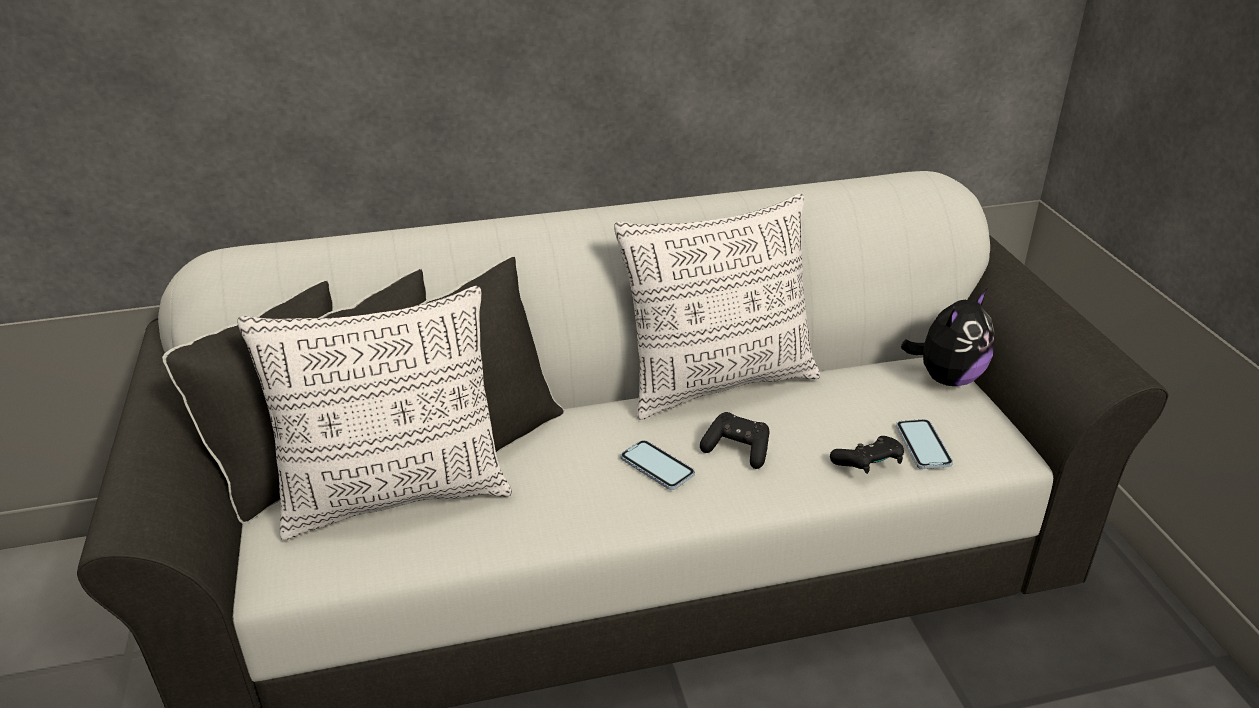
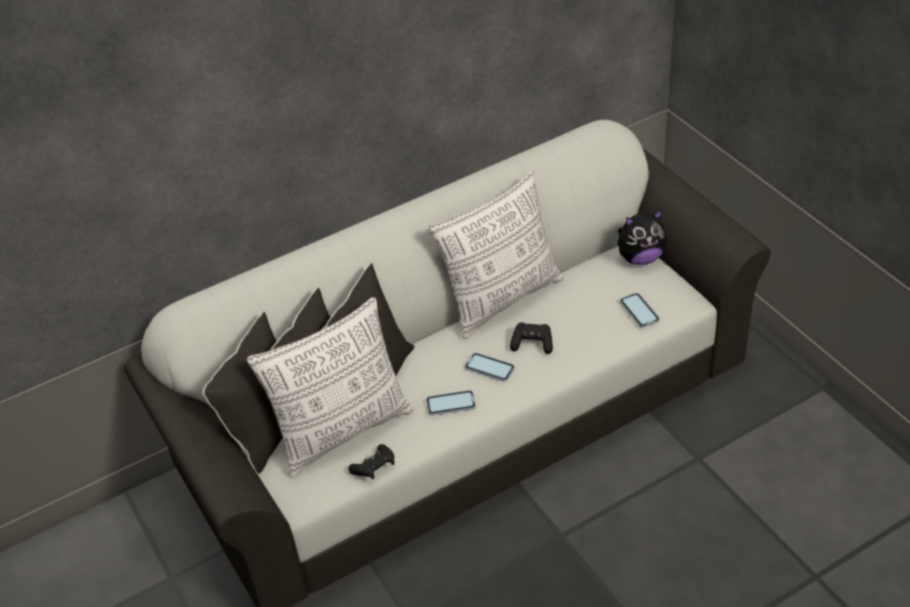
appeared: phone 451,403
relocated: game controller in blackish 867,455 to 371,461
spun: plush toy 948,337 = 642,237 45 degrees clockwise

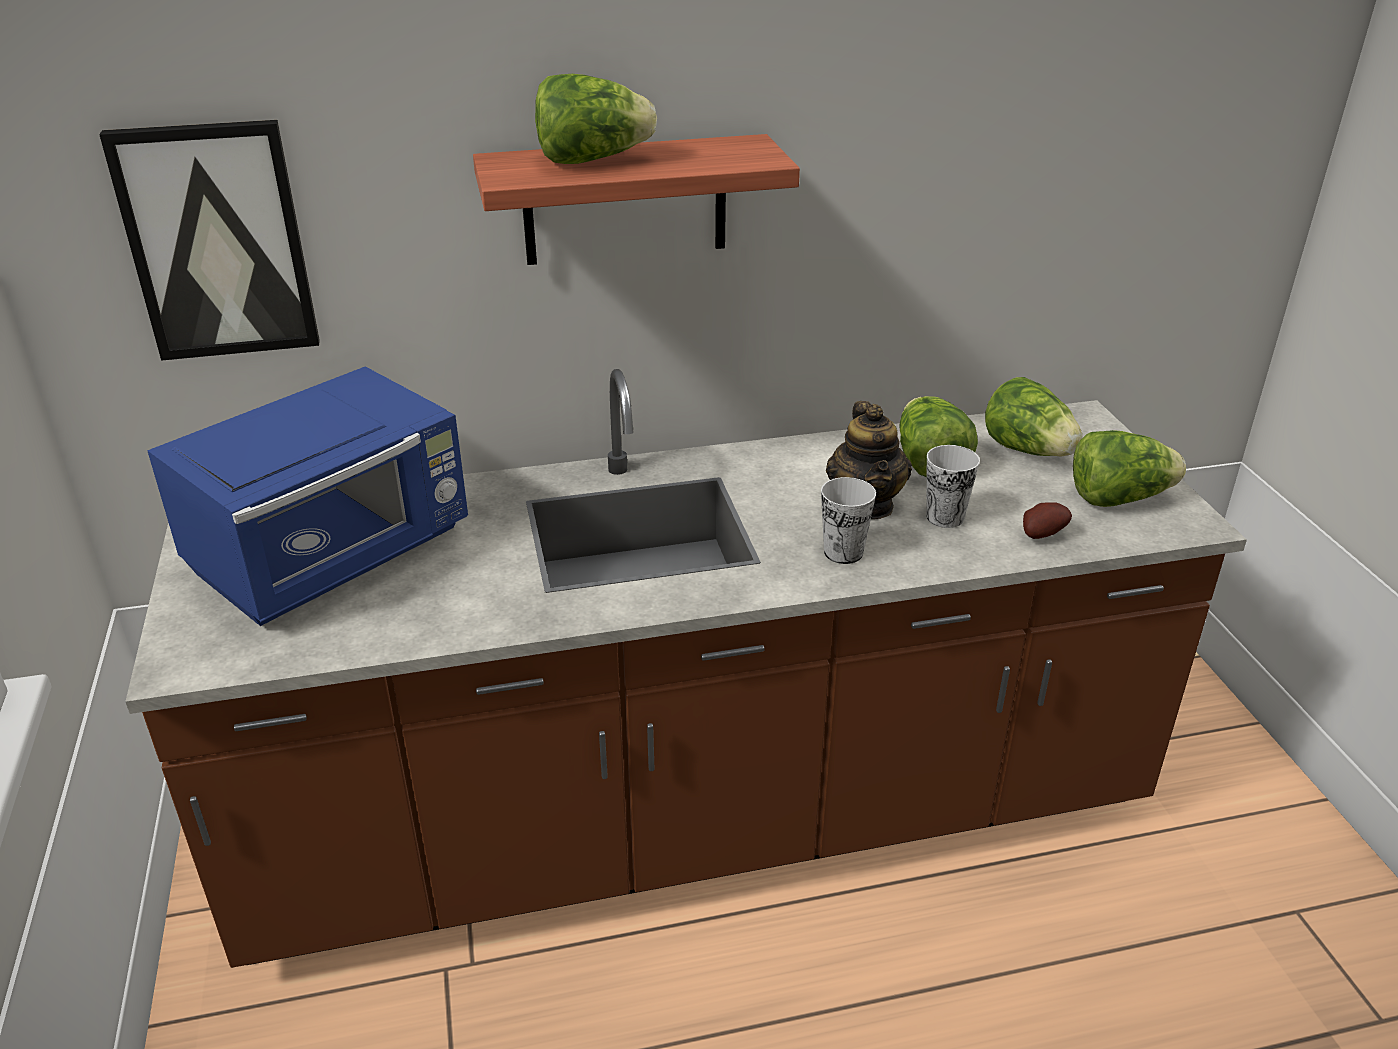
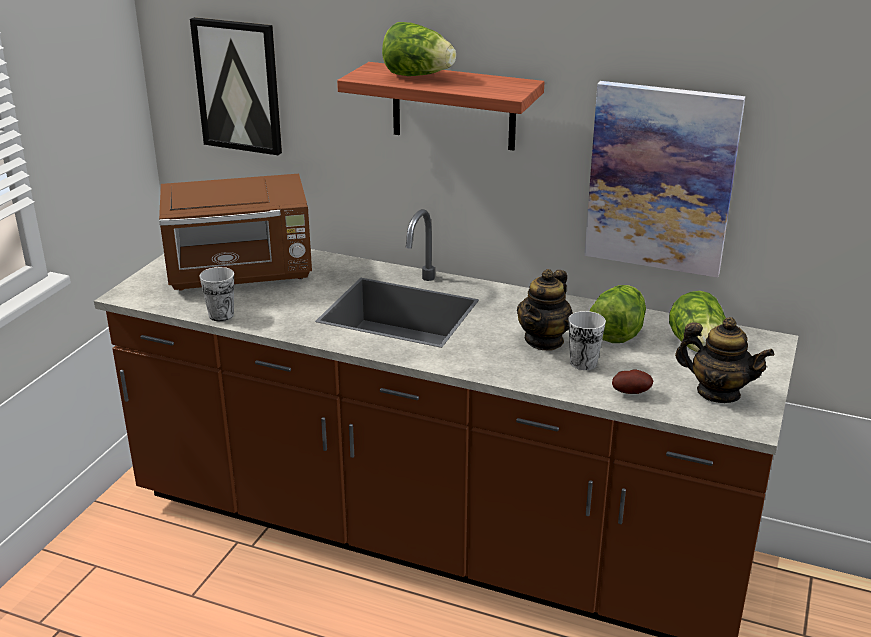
appeared: wall art 664,179
relocated: drinking cup 848,520 to 216,294
exchanged: lettuce head 1129,468 to tea pot 724,360
colour: microwave oven in blue 307,496 to microwave oven in brown 235,232

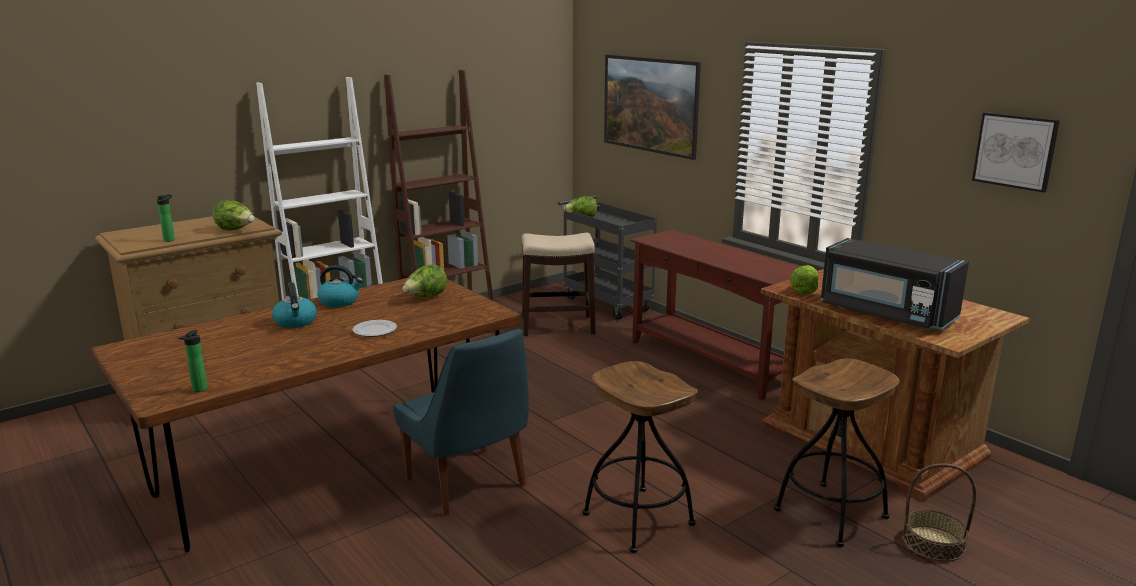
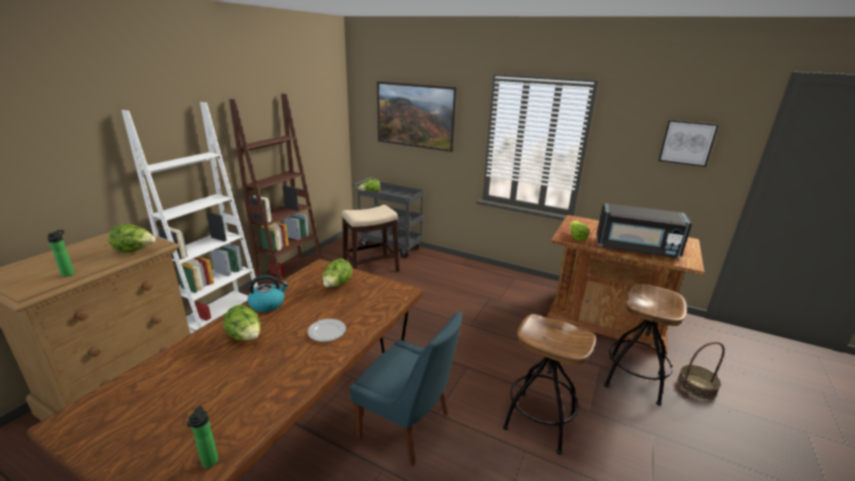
missing: narrow table in brown 715,315
exchanged: kettle 294,305 to lettuce head 242,322

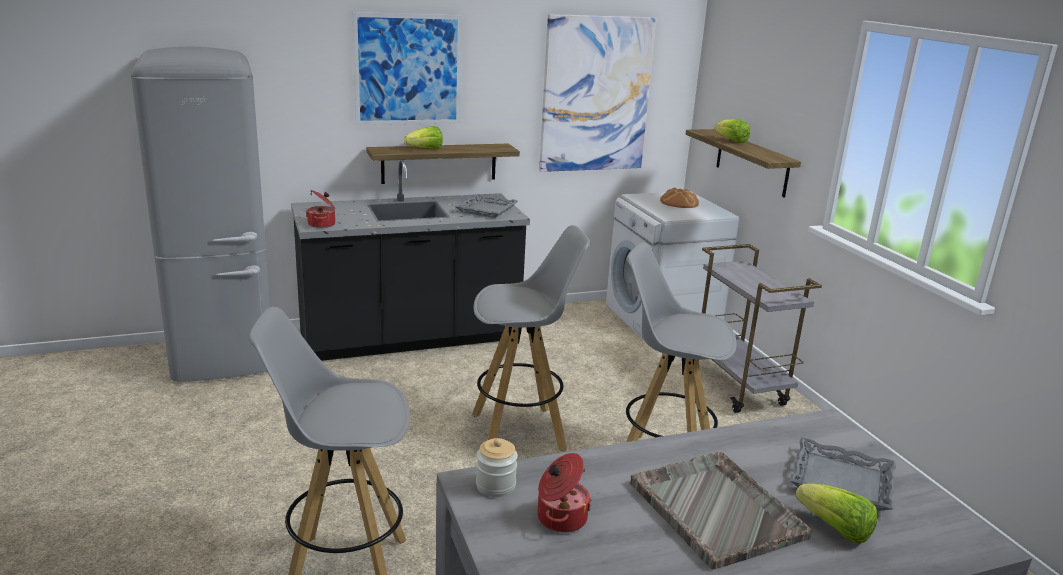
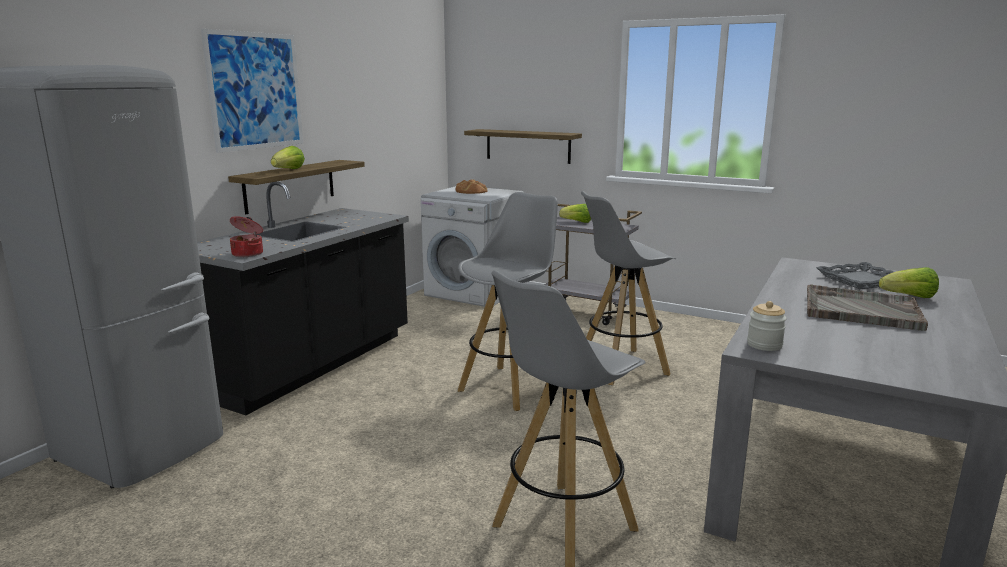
missing: carrying tray in grey 486,206; stockpot 564,493; wall art 598,93
relocated: lettuce head 732,131 to 575,213

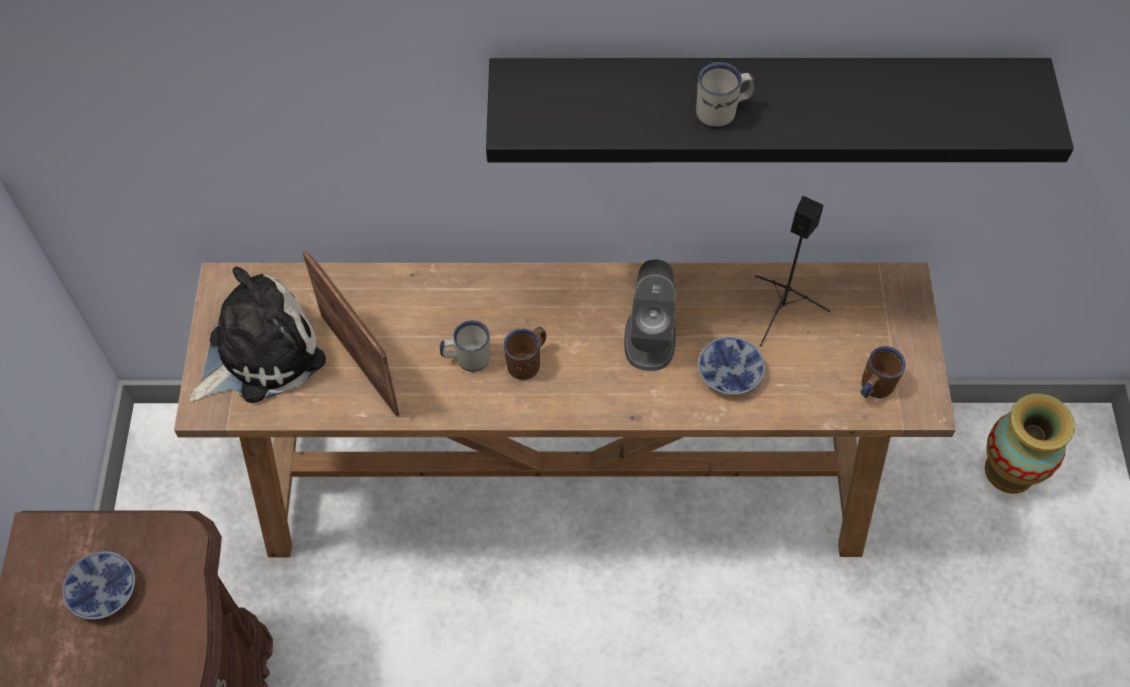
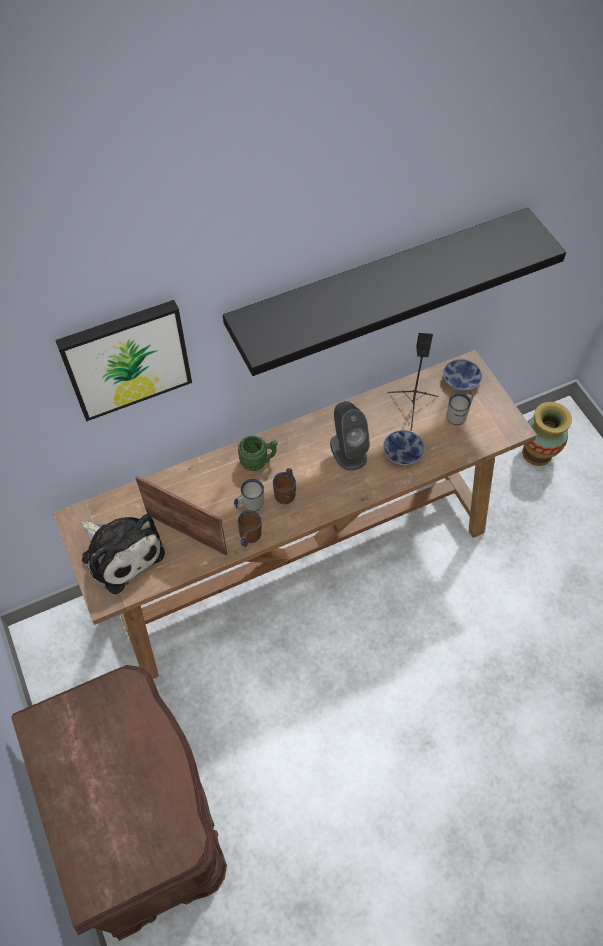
appeared: wall art 123,360; mug in greenish 258,453
relocated: serving bowl 99,585 to 462,375; mug in white-coloured 726,95 to 459,409; mug in brown 883,372 to 249,528
spun: plush toy 258,334 = 123,554 105 degrees clockwise

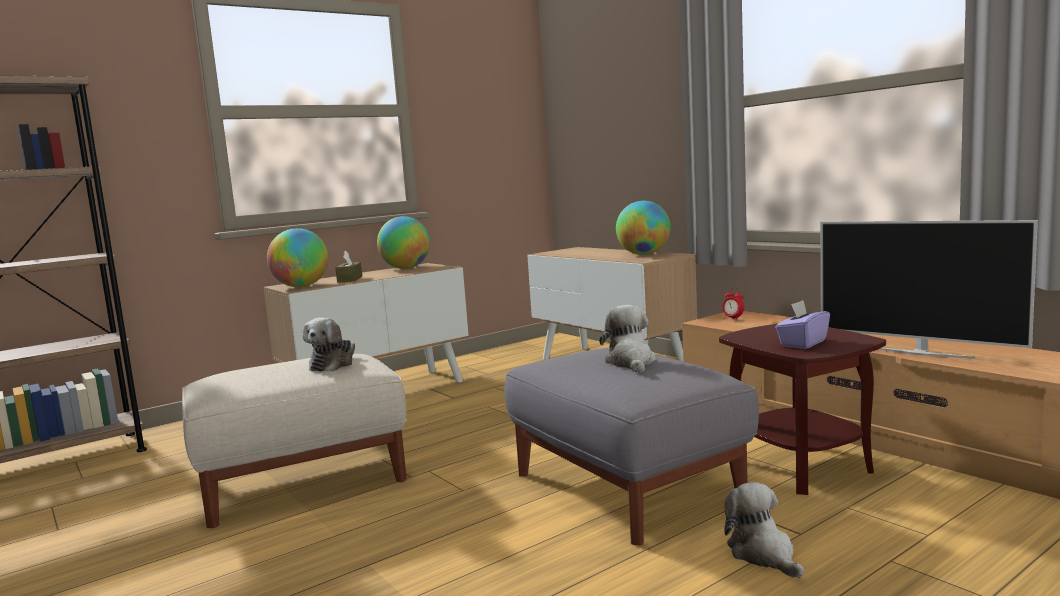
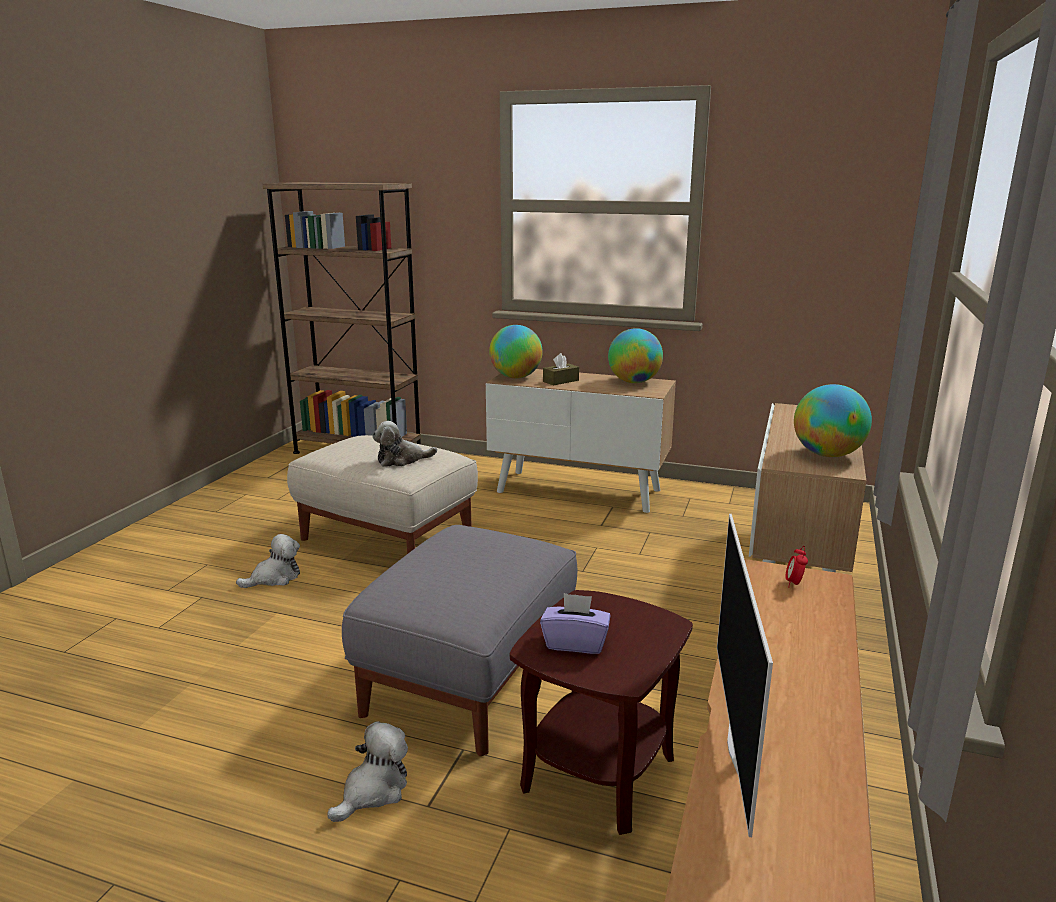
relocated: plush toy 627,339 to 268,561

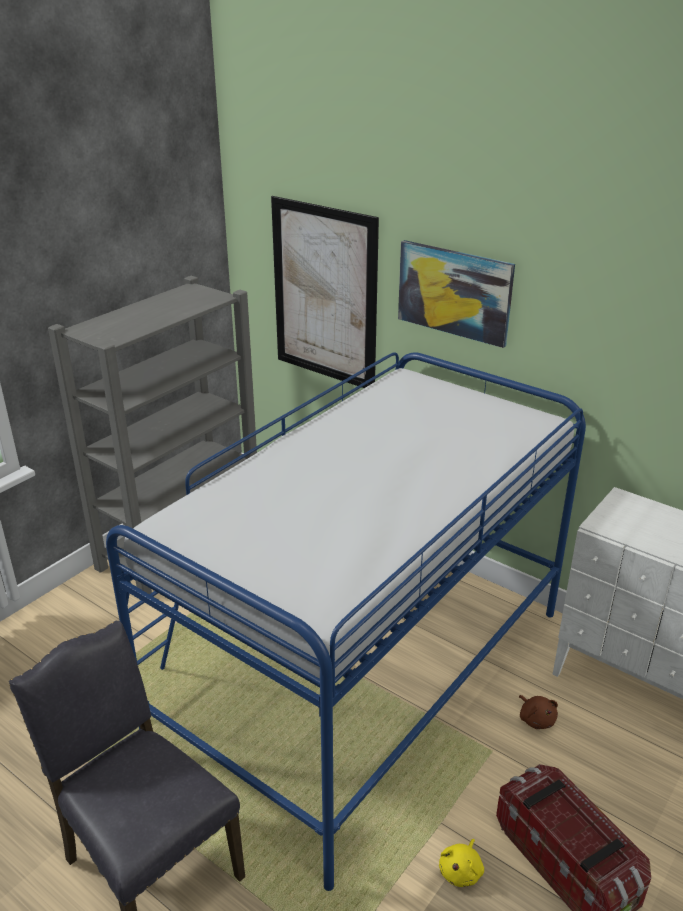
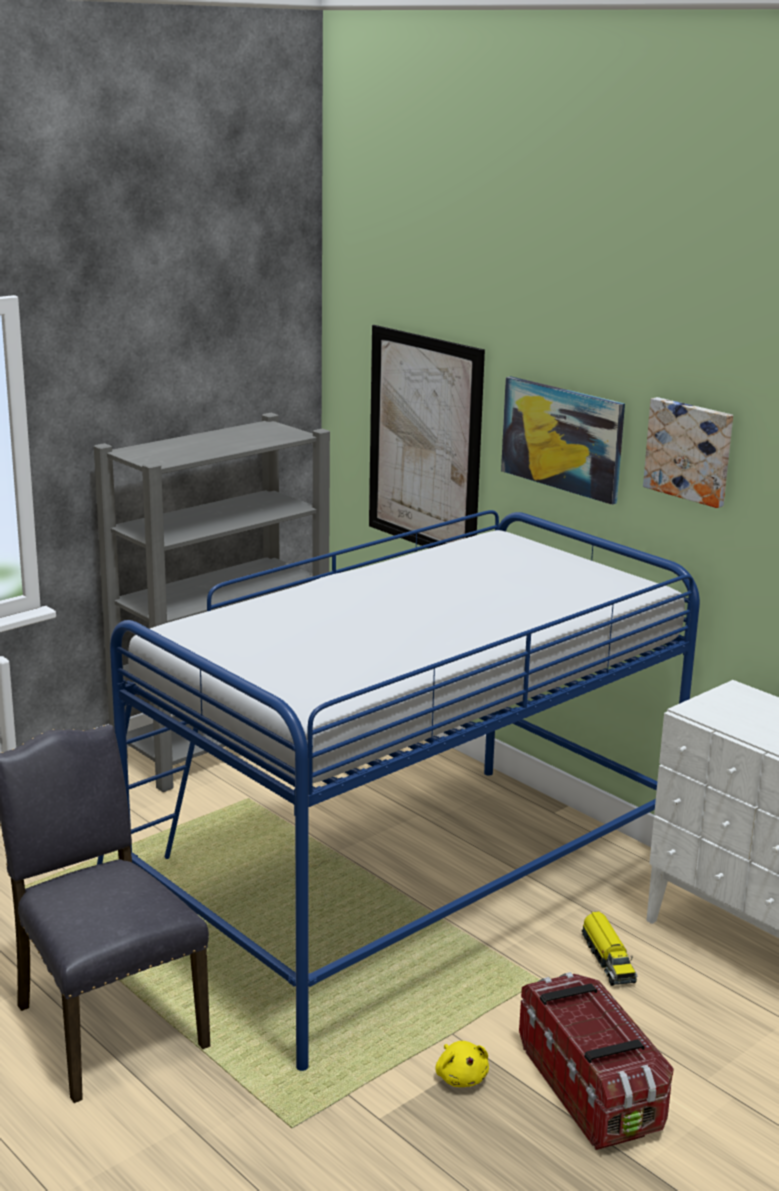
appeared: wall art 688,452
exchanged: plush toy in brown 538,712 to toy truck 609,948
spun: plush toy in yellowish 461,863 = 462,1064 60 degrees counterclockwise

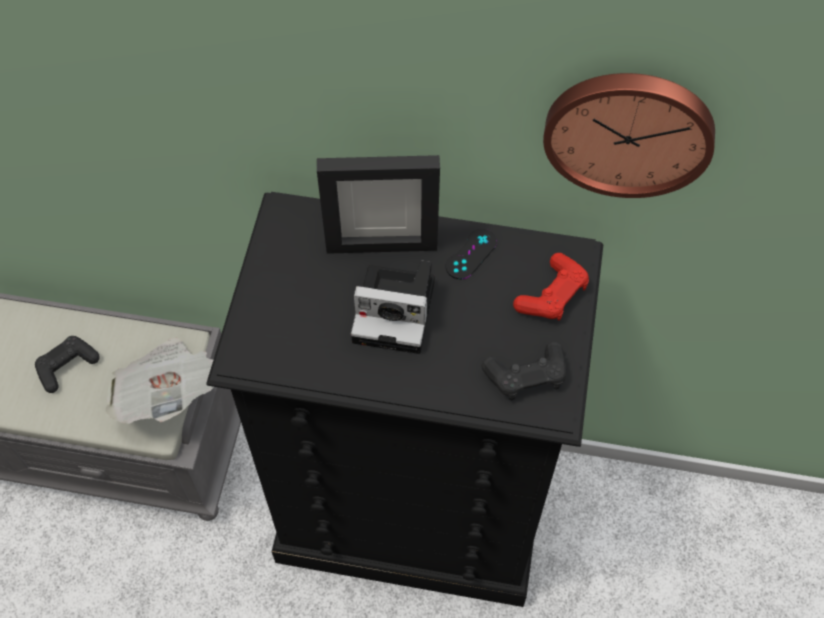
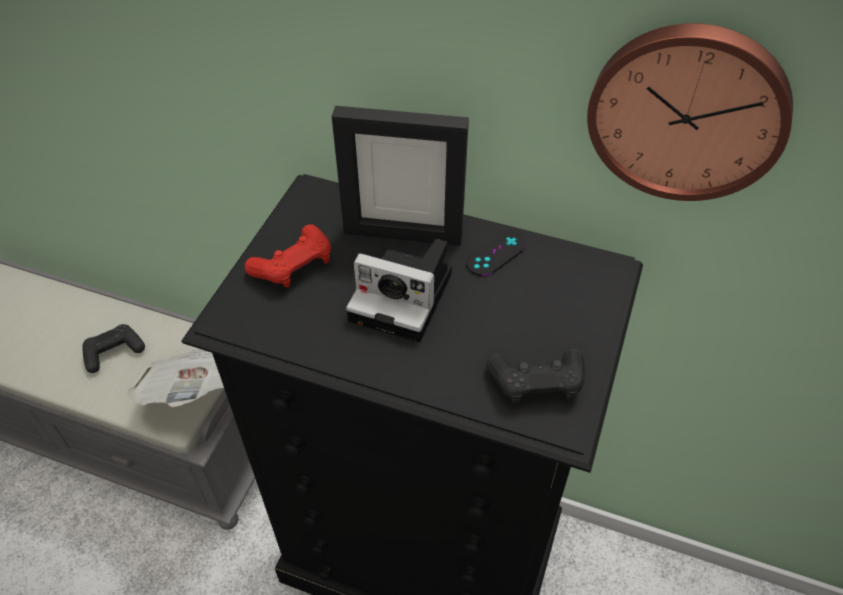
relocated: game controller in reddish 551,287 to 288,256

